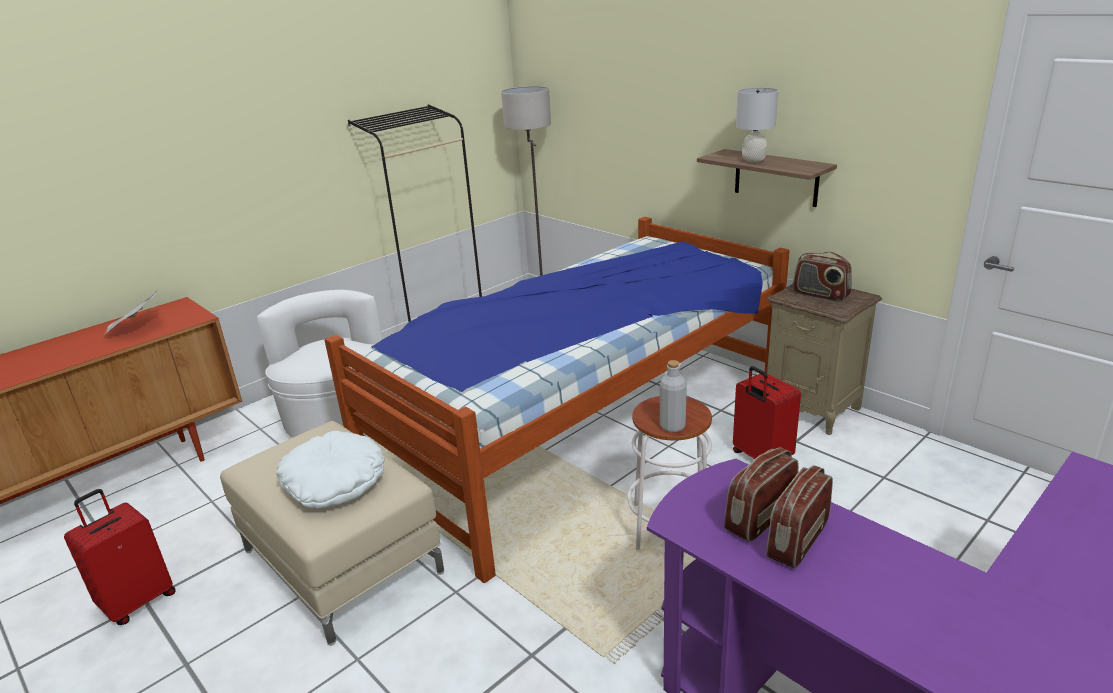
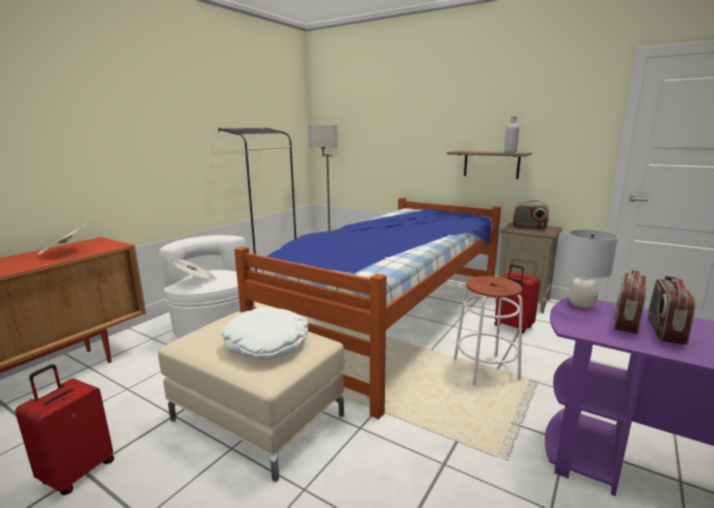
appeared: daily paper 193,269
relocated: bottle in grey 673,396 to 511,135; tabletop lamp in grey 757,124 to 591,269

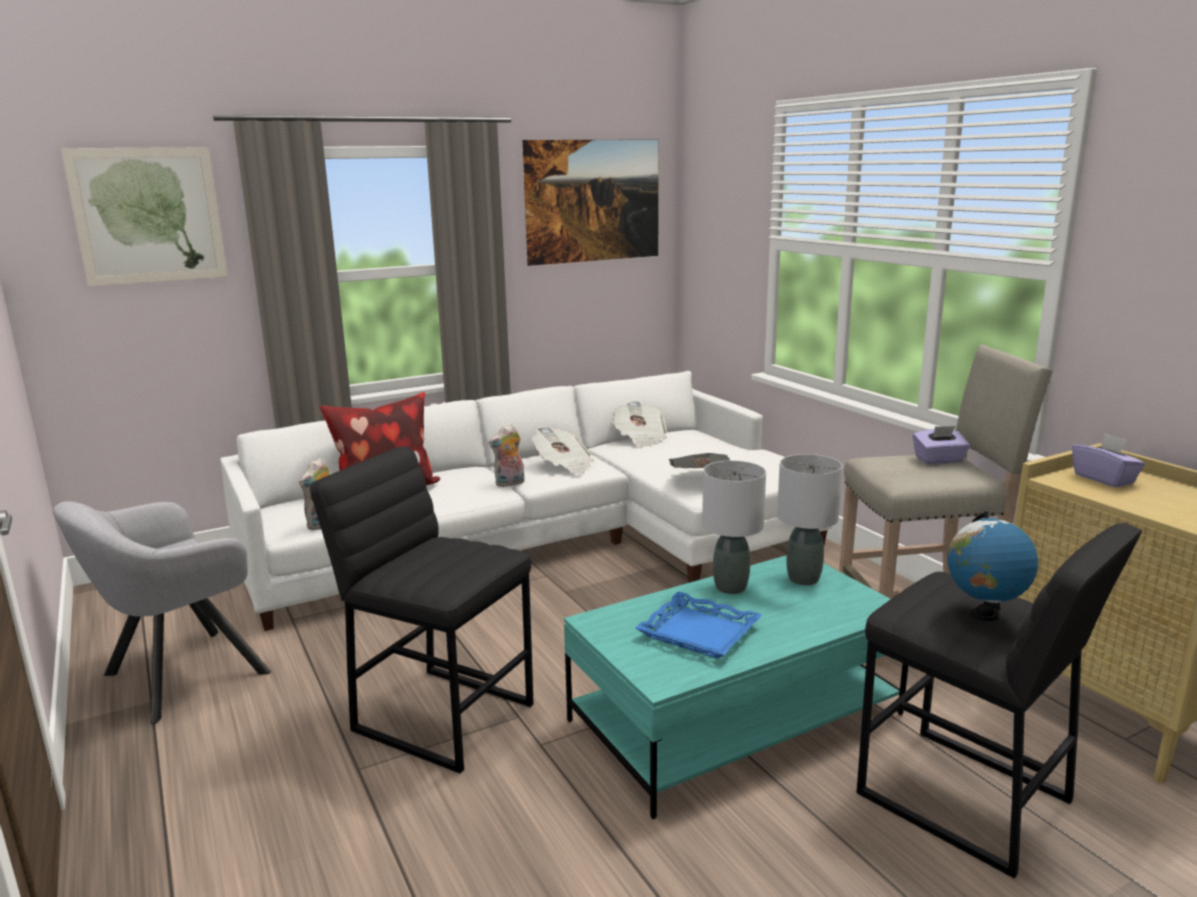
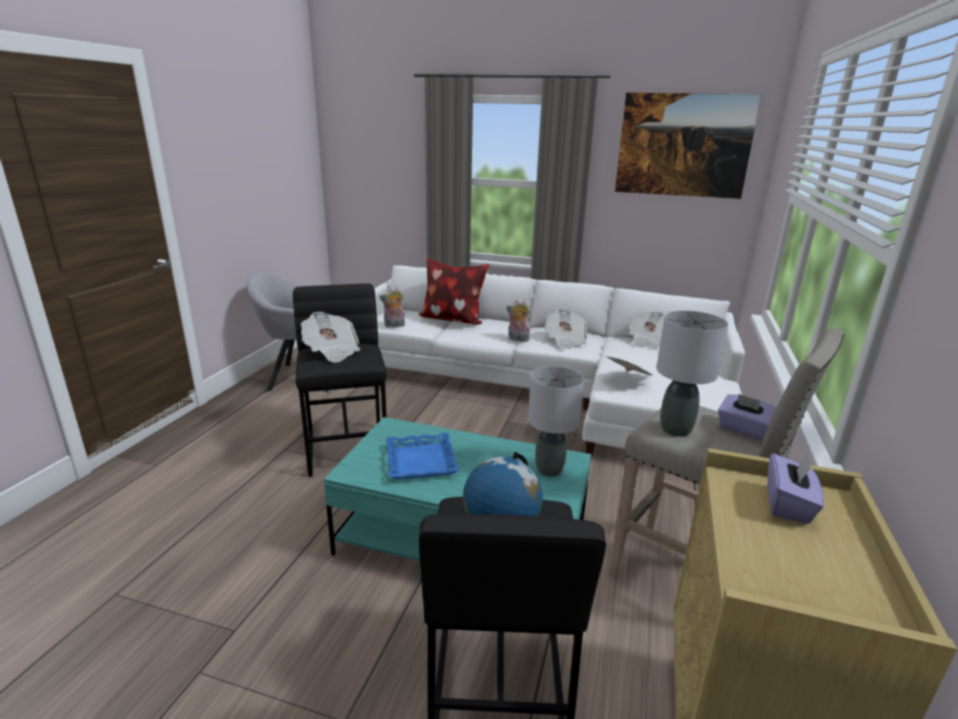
missing: wall art 144,217
appeared: daily paper 330,337
relocated: tabletop lamp in grey 734,527 to 692,373

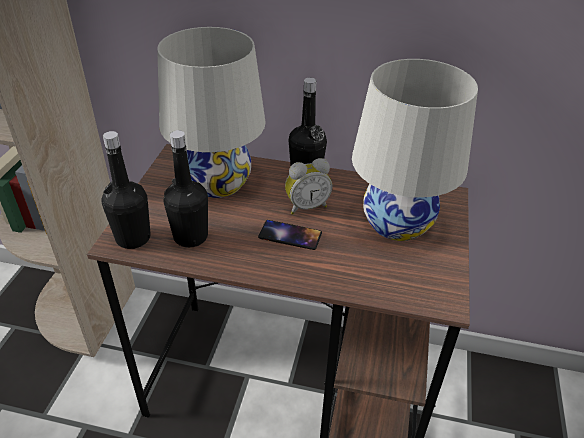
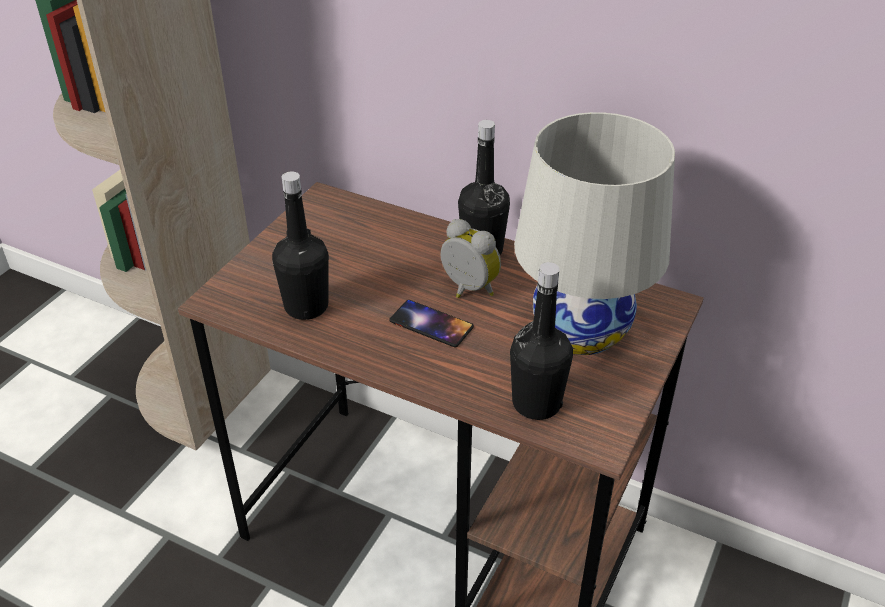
missing: tabletop lamp in white-coloured 211,112
relocated: bottle in blackish 126,190 to 541,341
spun: alarm clock 309,186 = 470,258 135 degrees counterclockwise

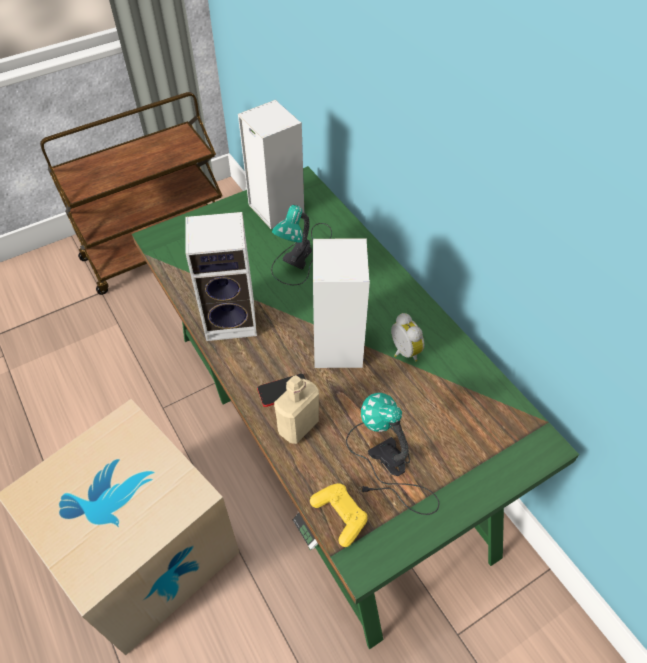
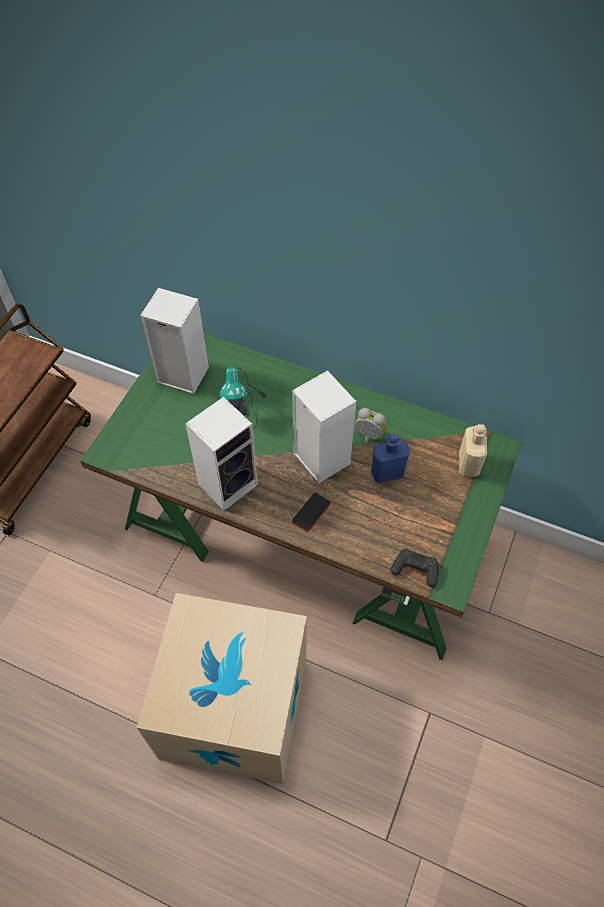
missing: tabletop lamp 392,454
appeared: bottle in blue 390,458
relocated: bottle in beige 296,409 to 473,450
colour: game controller in yellowish 339,515 to game controller in blackish 414,568

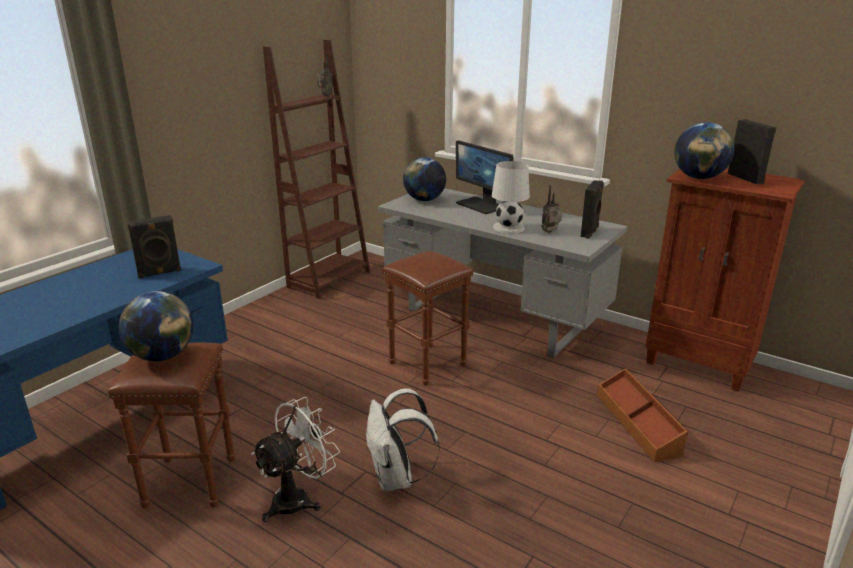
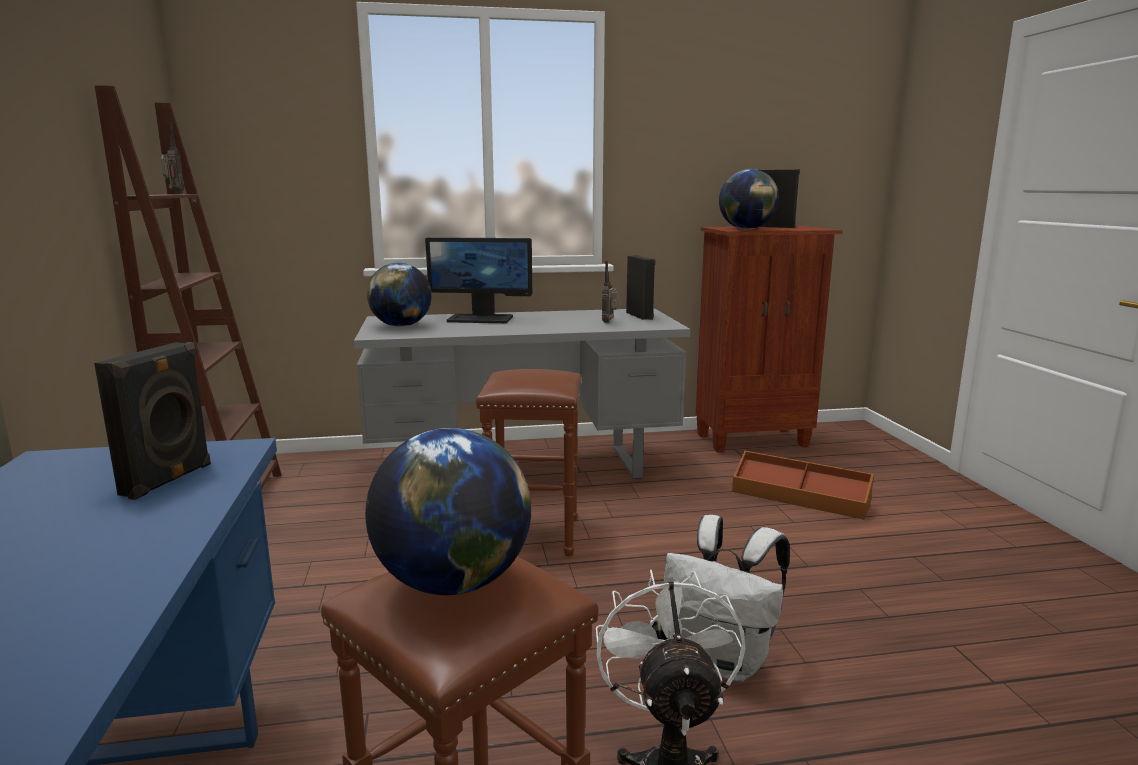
missing: tabletop lamp in white-coloured 511,197

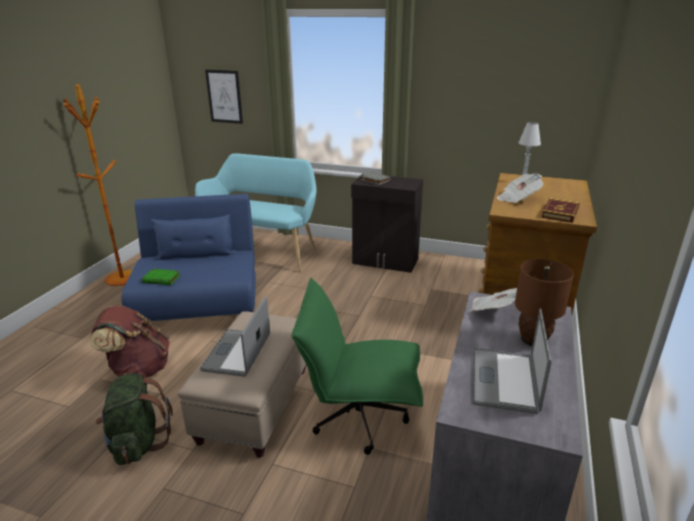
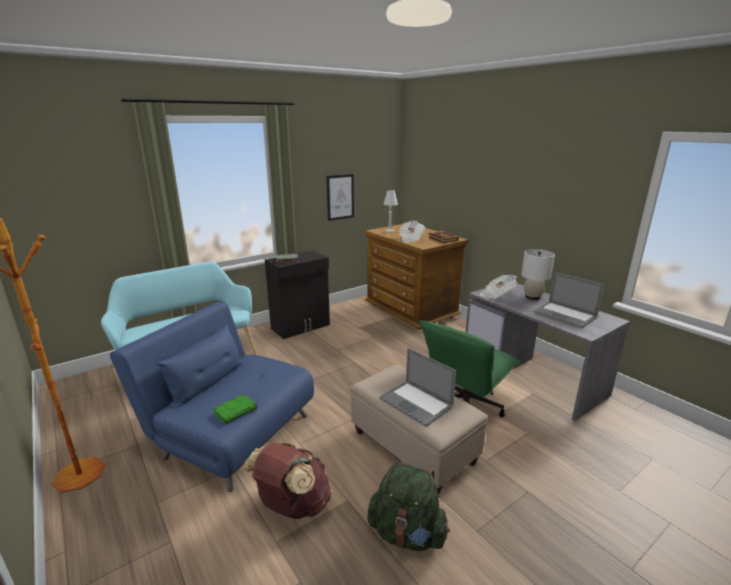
relocated: wall art 224,97 to 340,197
colour: tabletop lamp in brown 544,302 to tabletop lamp in white-coloured 538,274

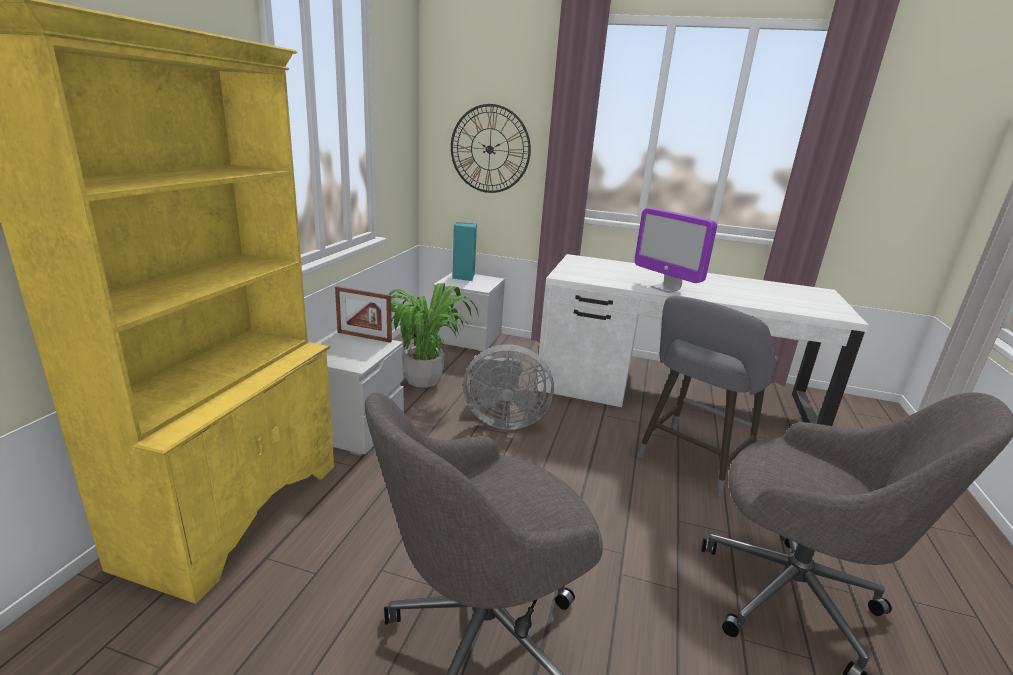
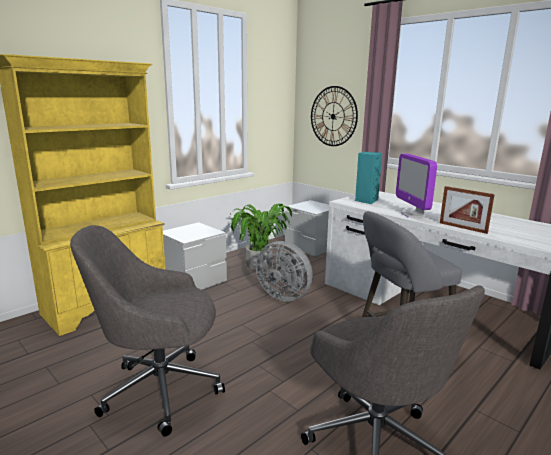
relocated: picture frame 363,314 to 467,210; speaker in turquoise 464,252 to 368,178

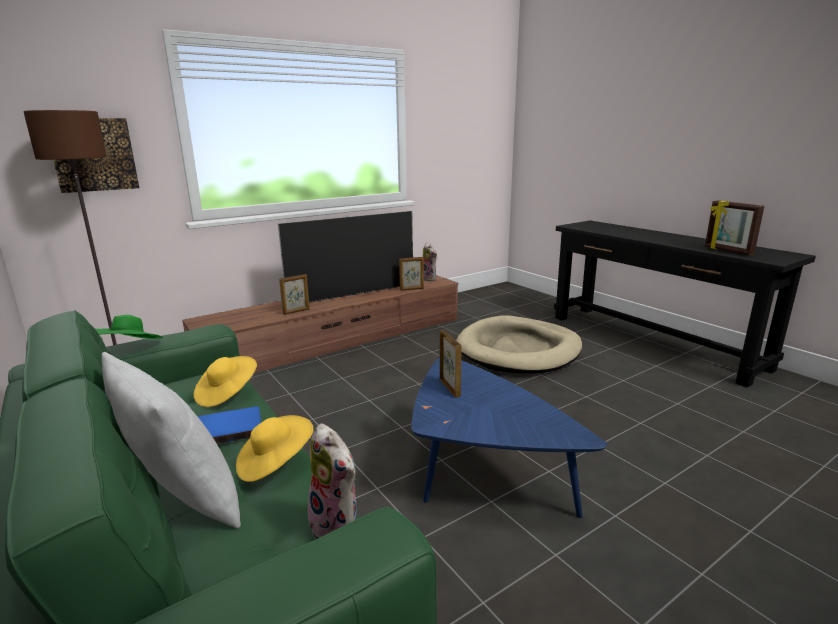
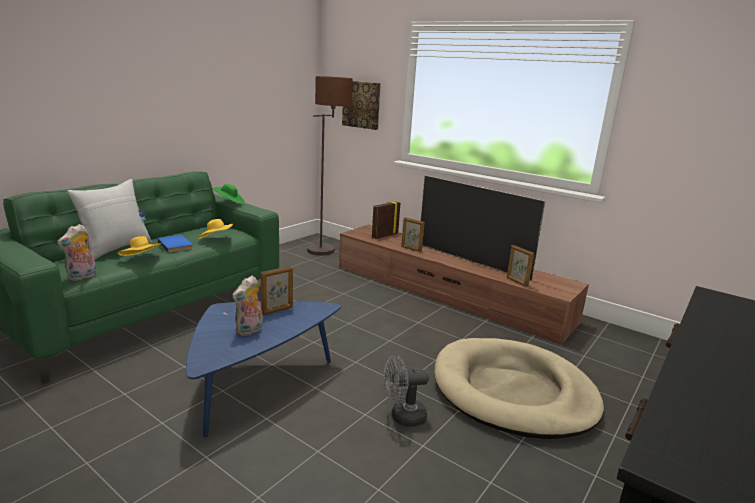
appeared: electric fan in grey 406,391
relocated: plush toy 430,262 to 247,306; picture frame 734,228 to 386,220

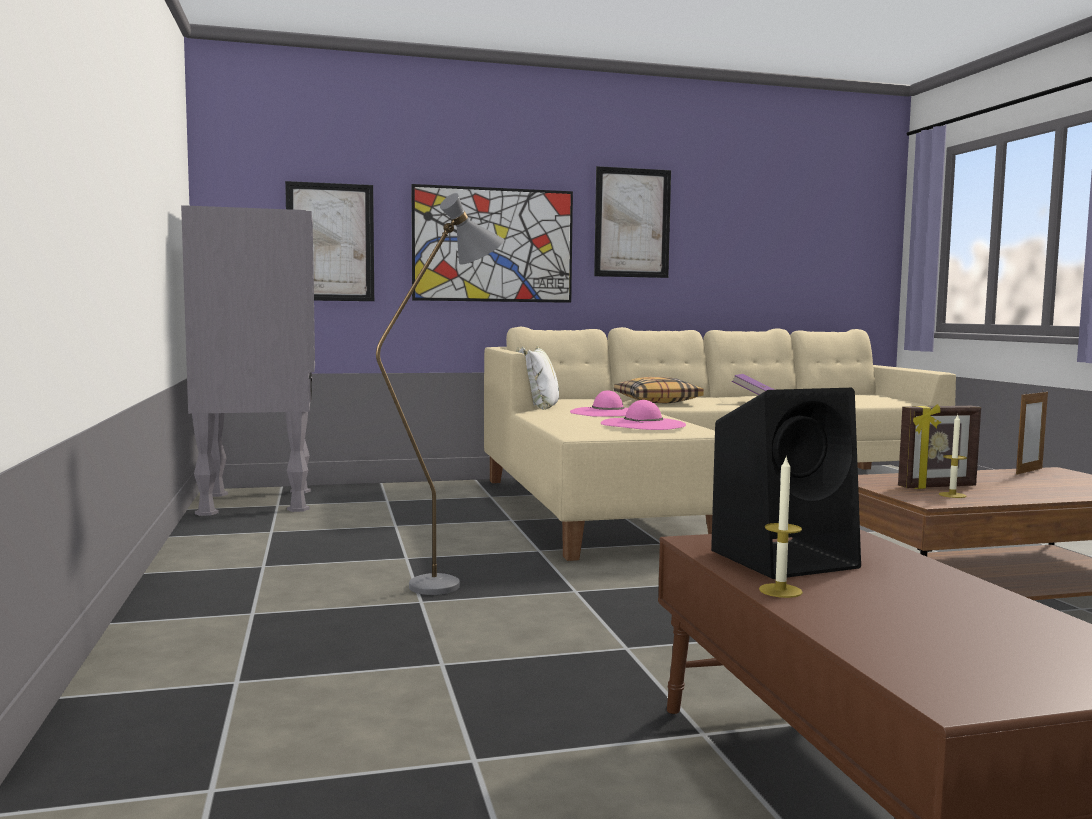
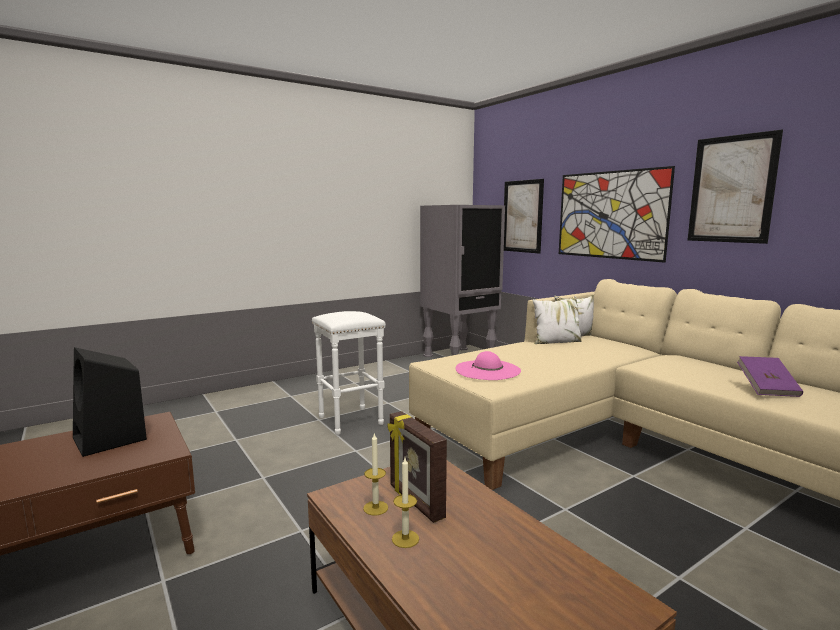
missing: hat in pink 599,403; cushion 659,390; picture frame 1032,432
relocated: candle 781,527 to 405,503
exchanged: standing lamp in grey 440,394 to sitting stool in white-coloured 349,373

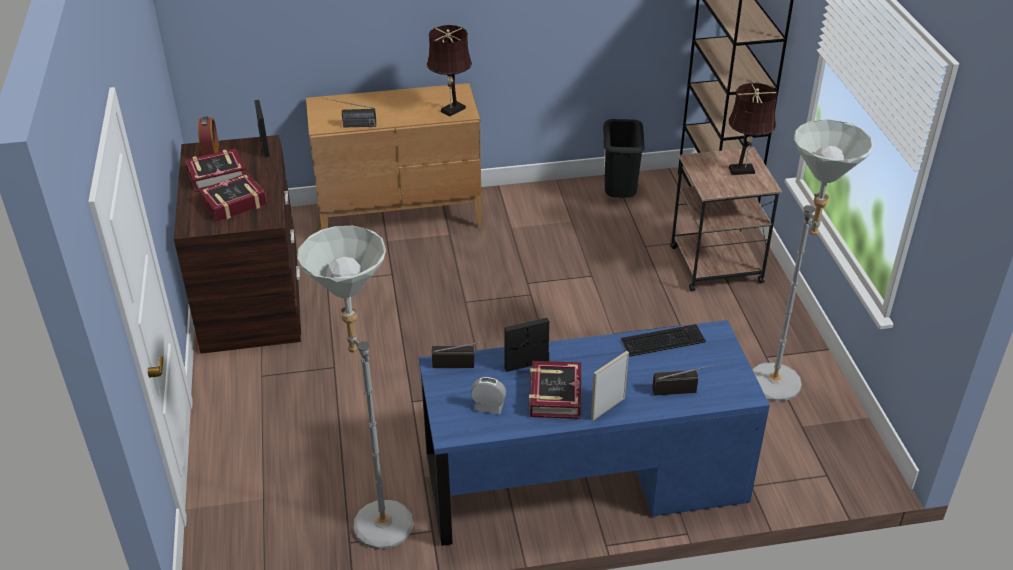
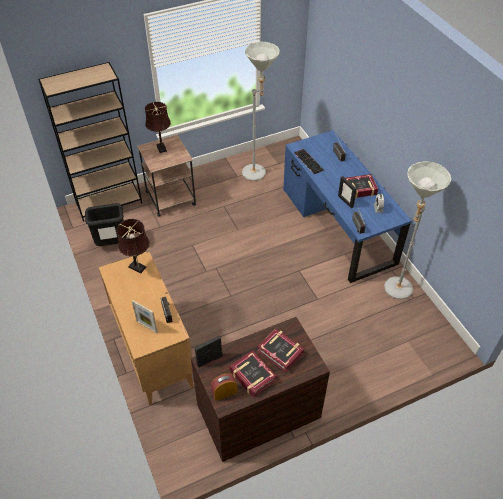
relocated: picture frame 610,386 to 144,316

